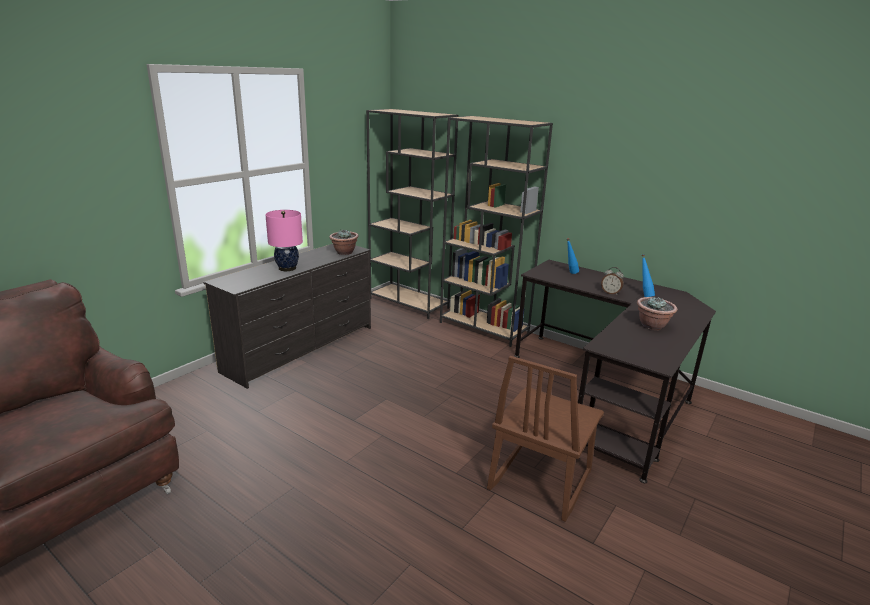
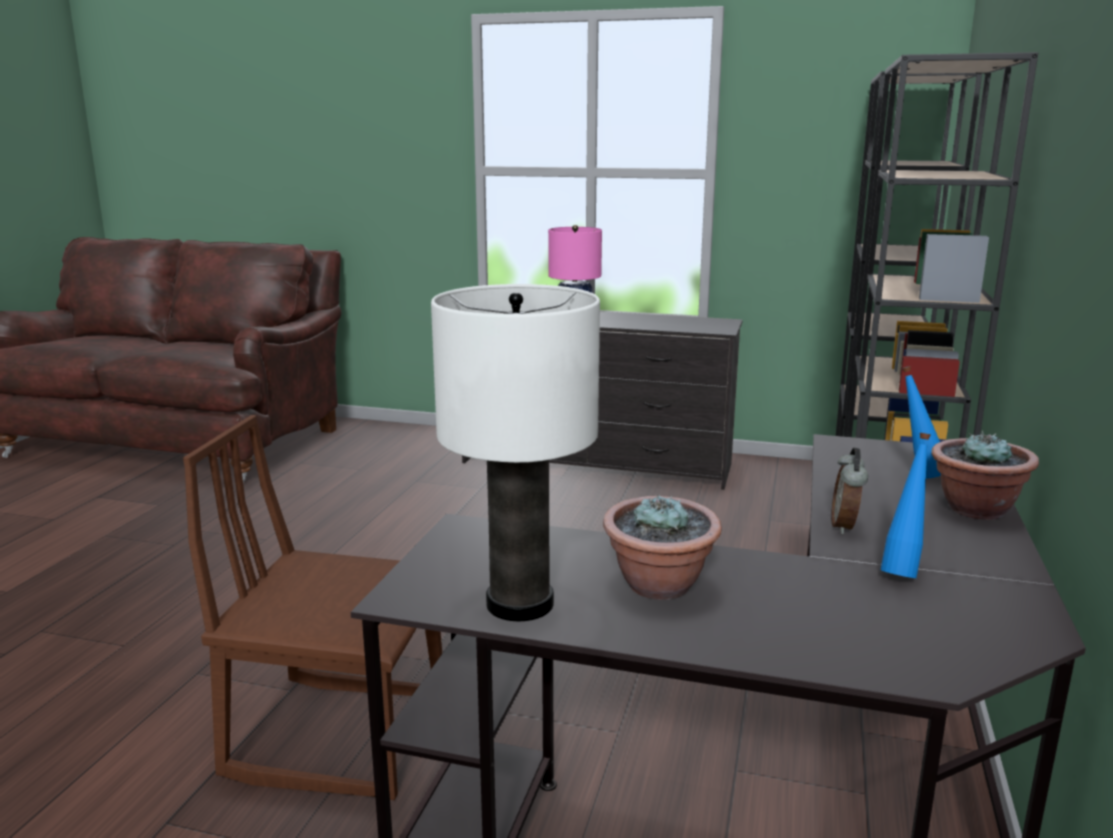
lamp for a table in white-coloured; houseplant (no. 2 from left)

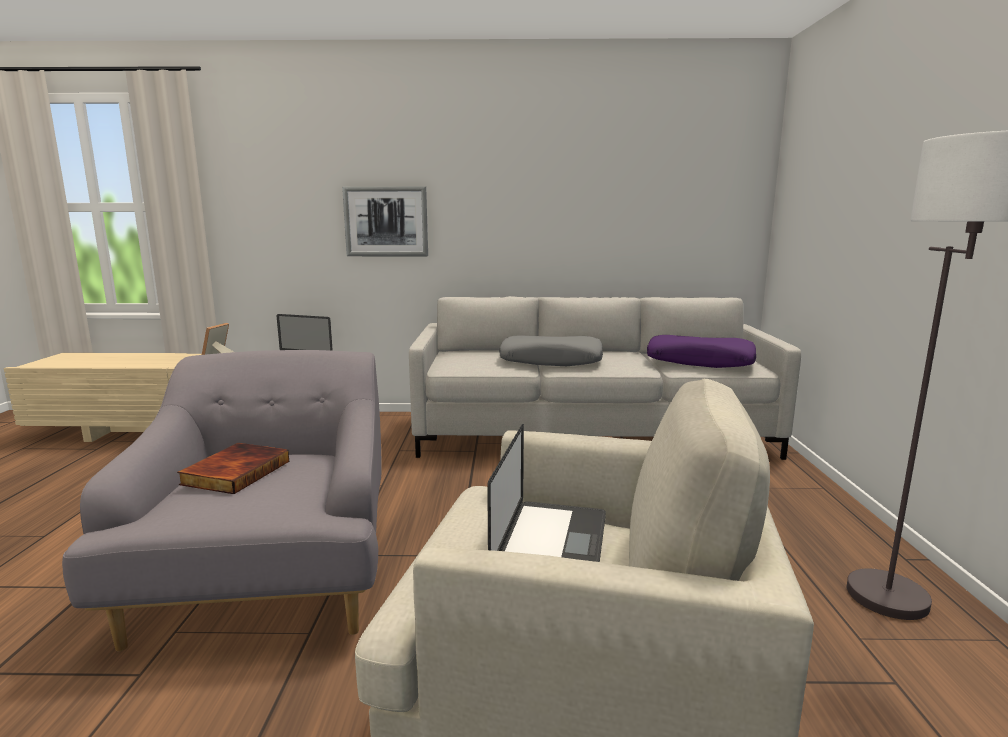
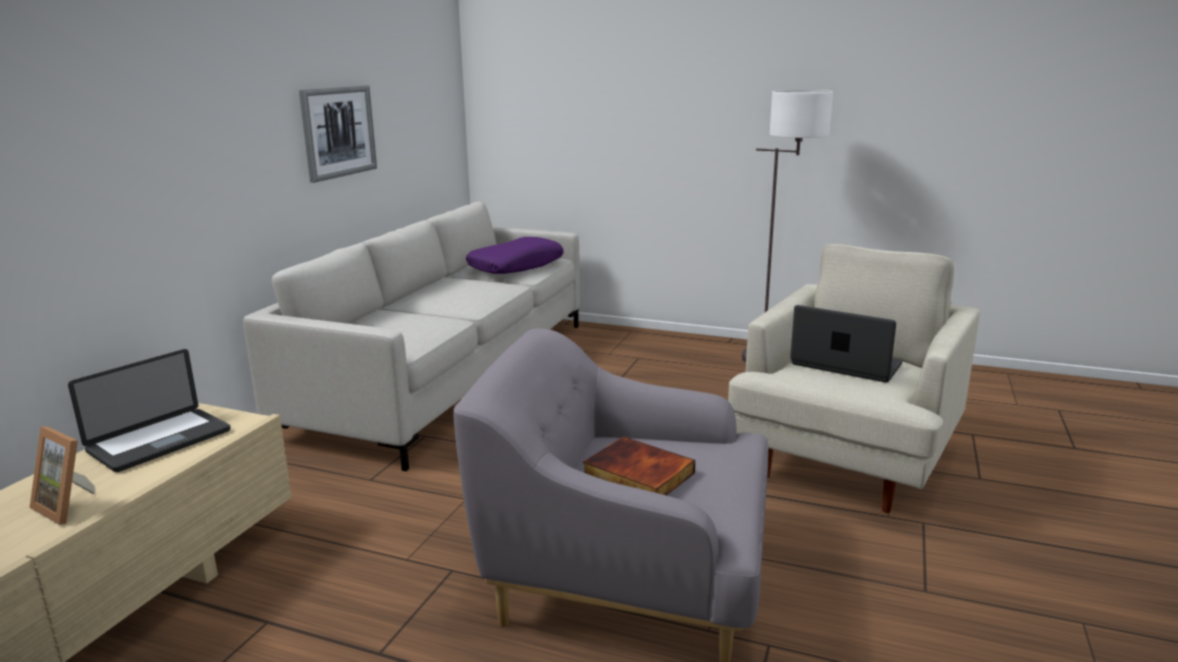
wall art; pillow in grey

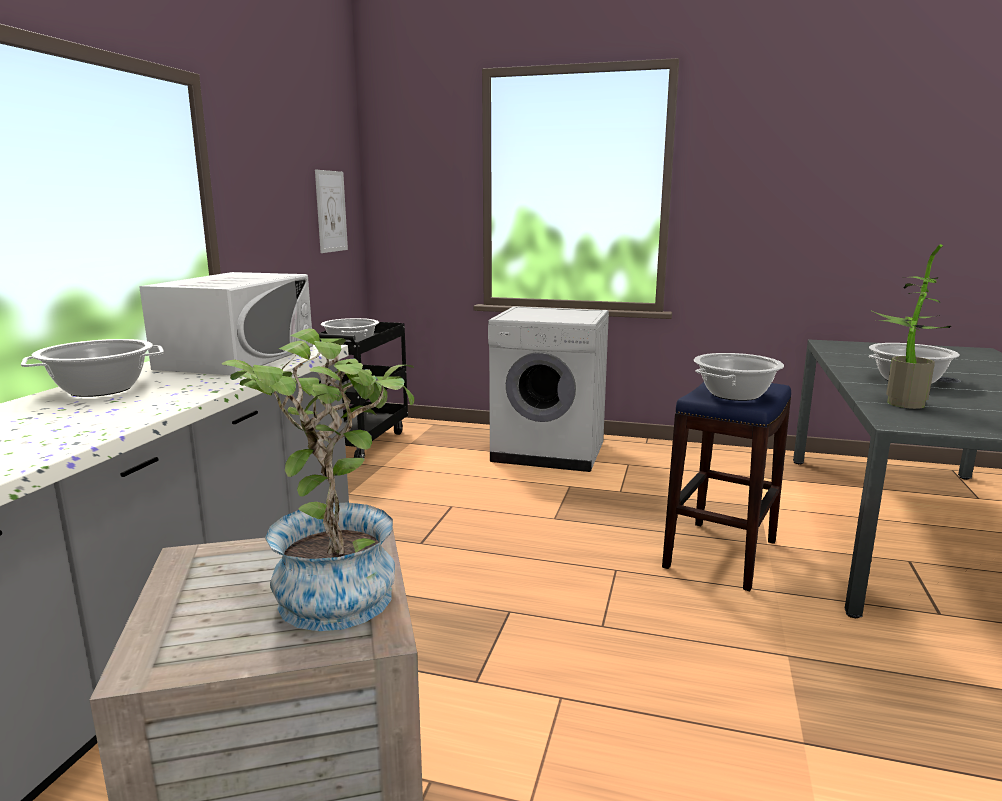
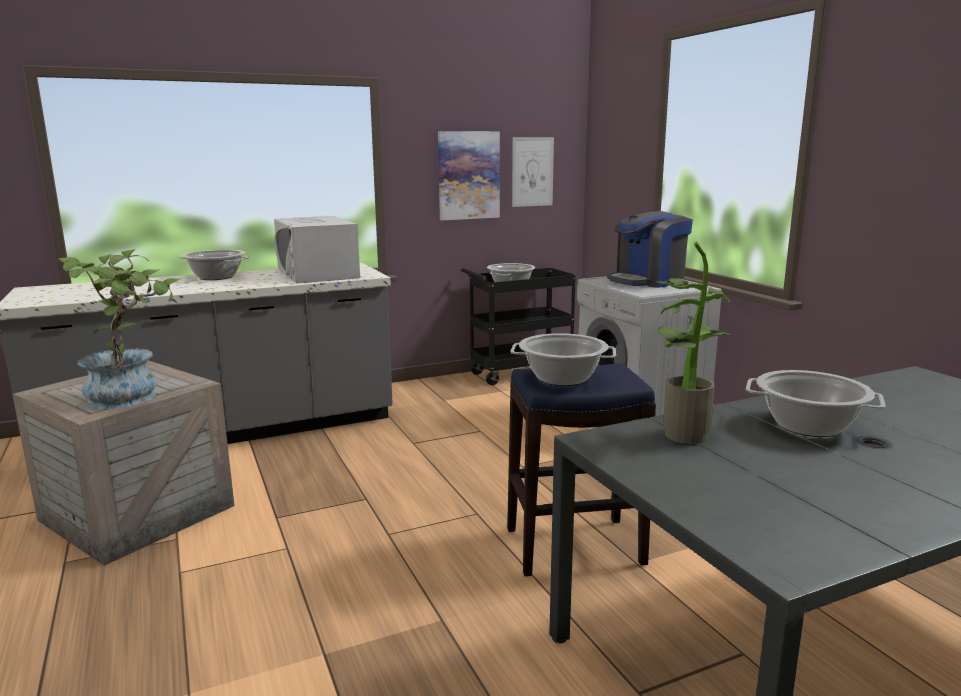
kitchen microwave in white-coloured; wall art (no. 1 from left); coffee brewer

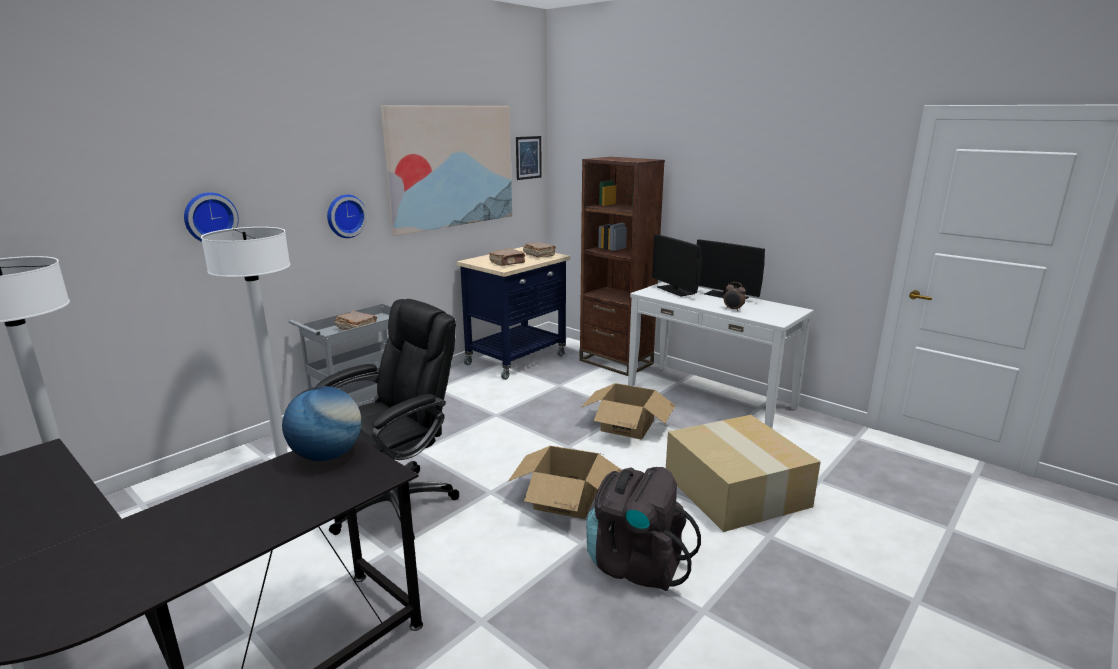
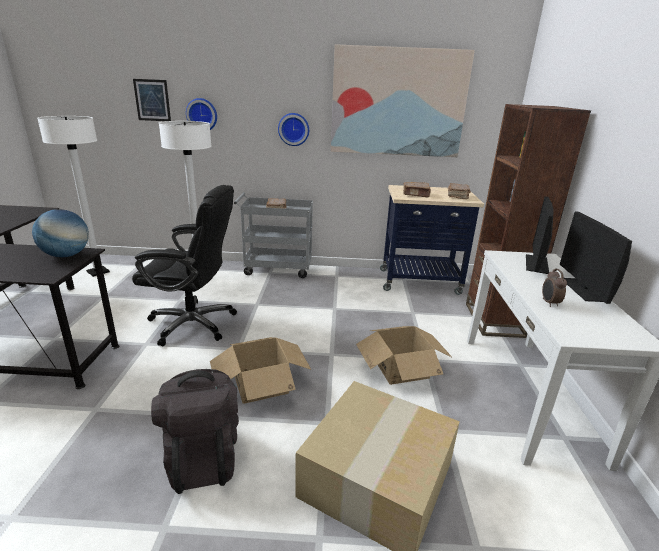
wall art (no. 1 from left)

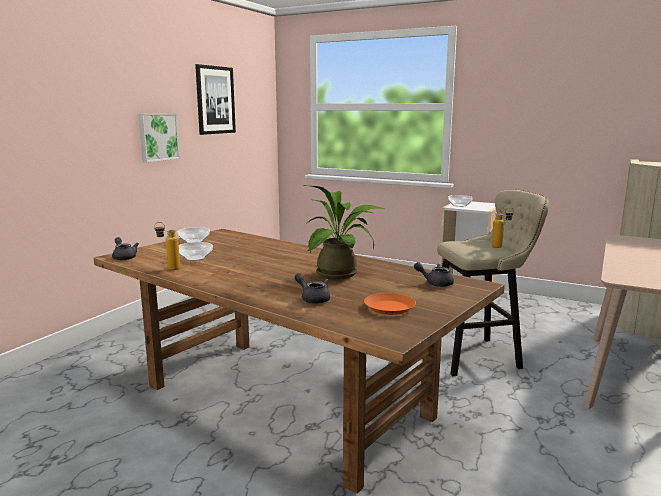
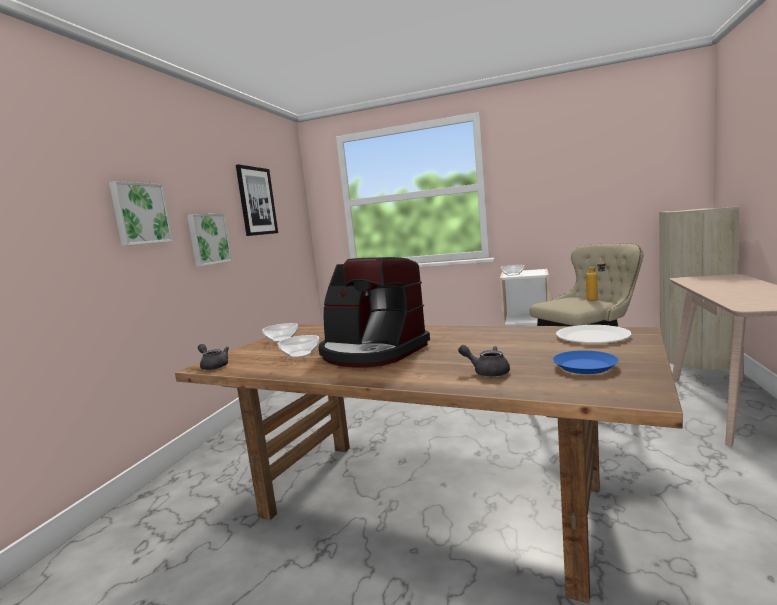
wall art (no. 1 from left); coffee brewer; dinner plate in blue-coloured; dinner plate in white-coloured; bottle (no. 1 from left in the first image); houseplant

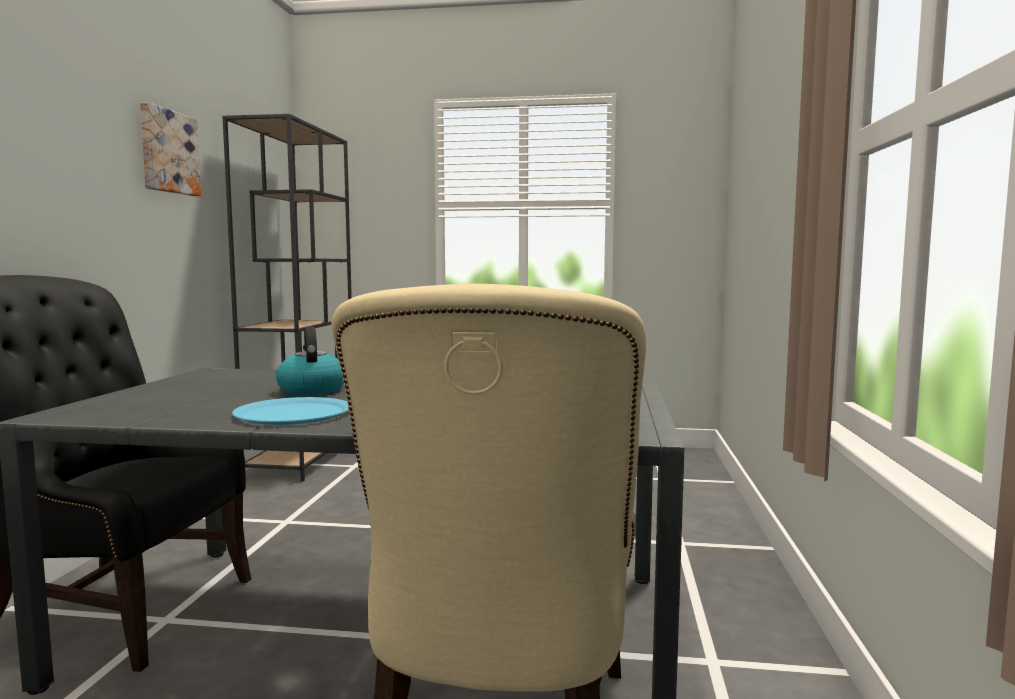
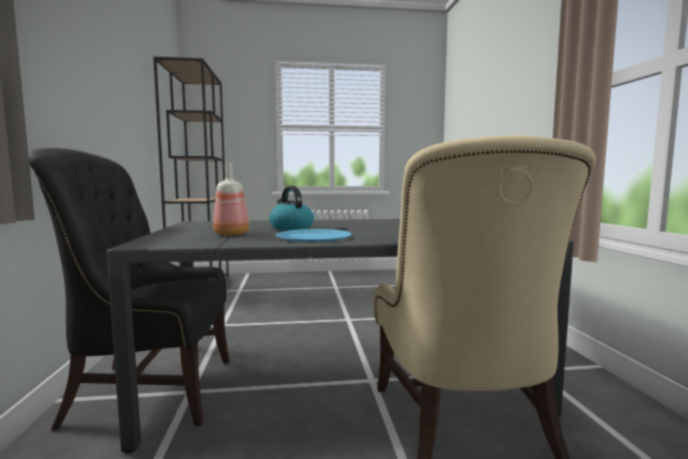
bottle; wall art

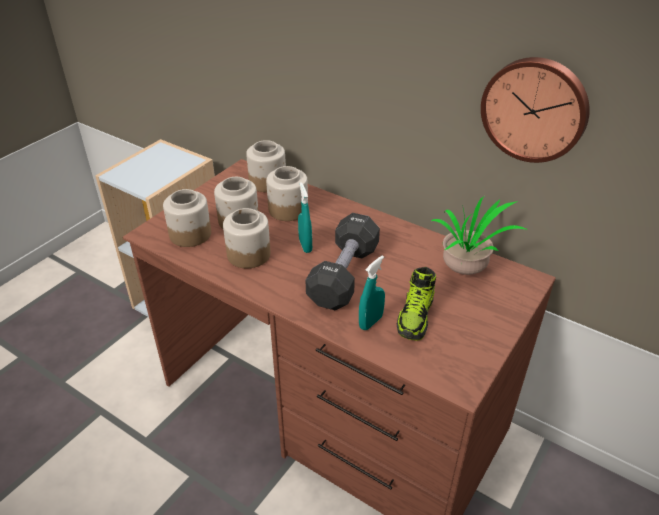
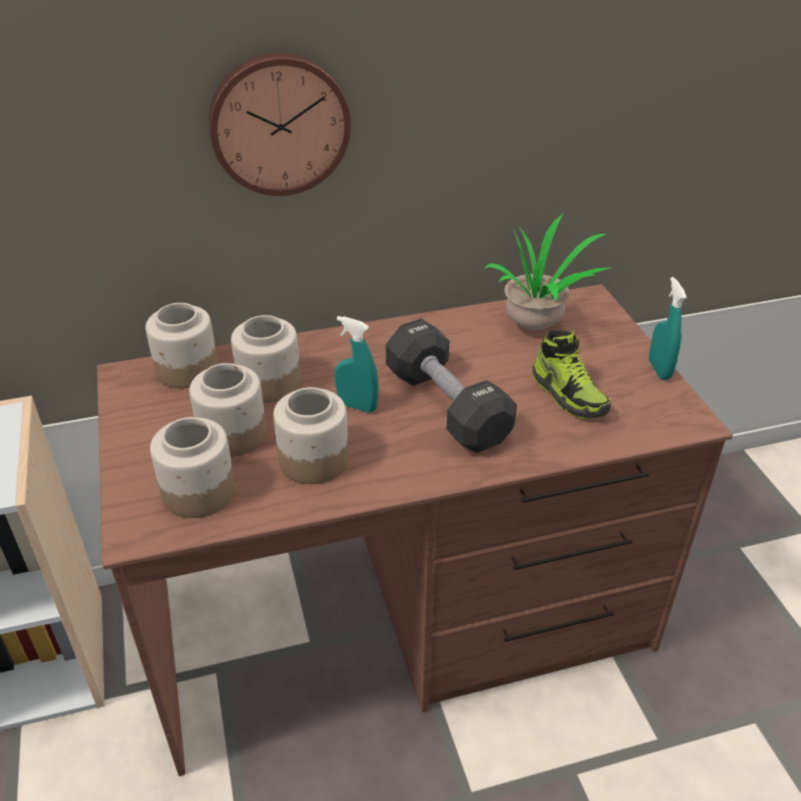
hanging clock; hand sprayer in blue-green (no. 2 from left)

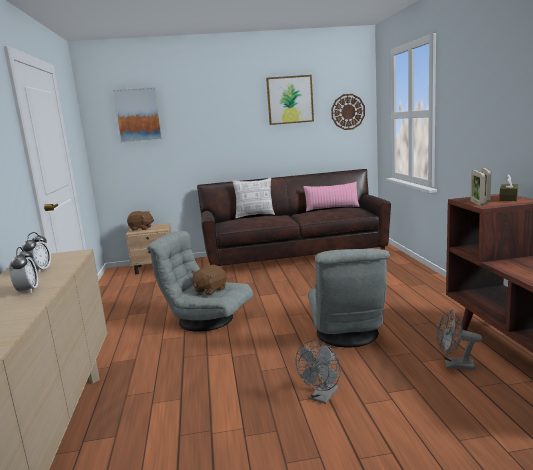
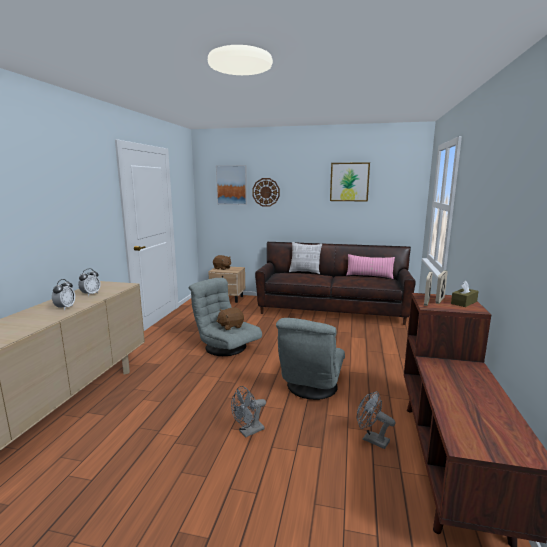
hanging clock

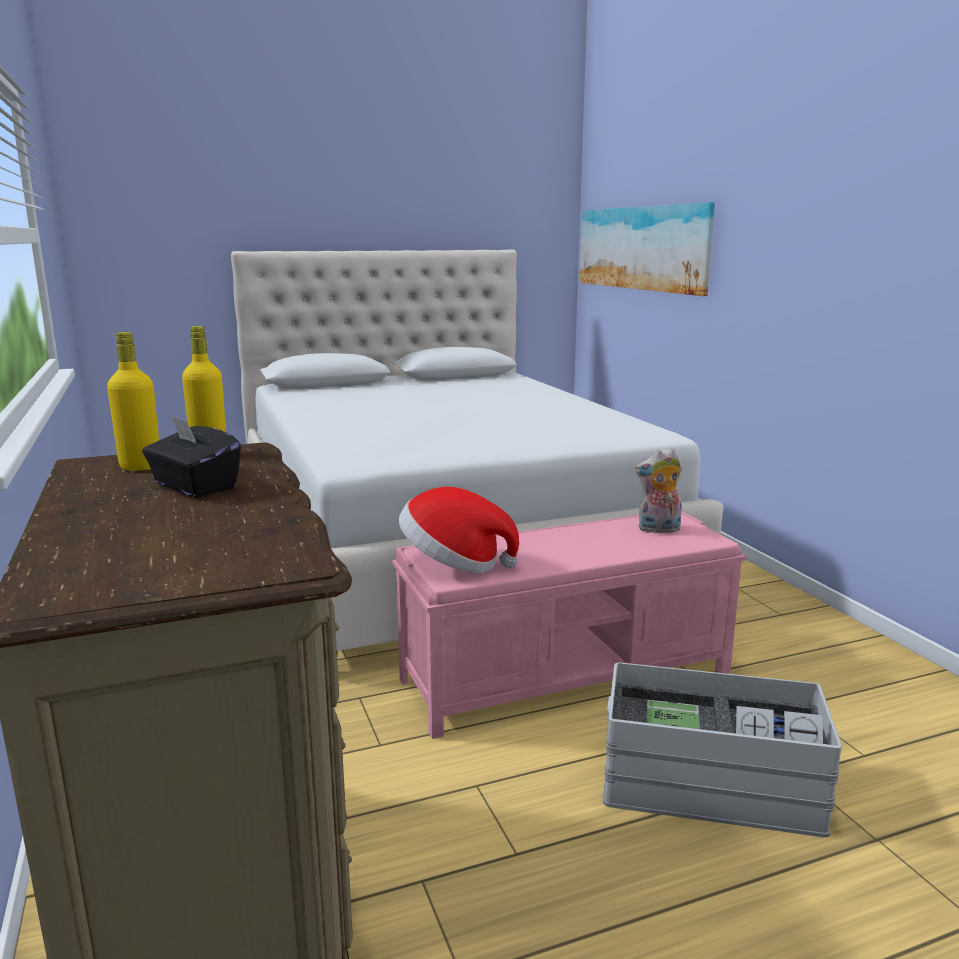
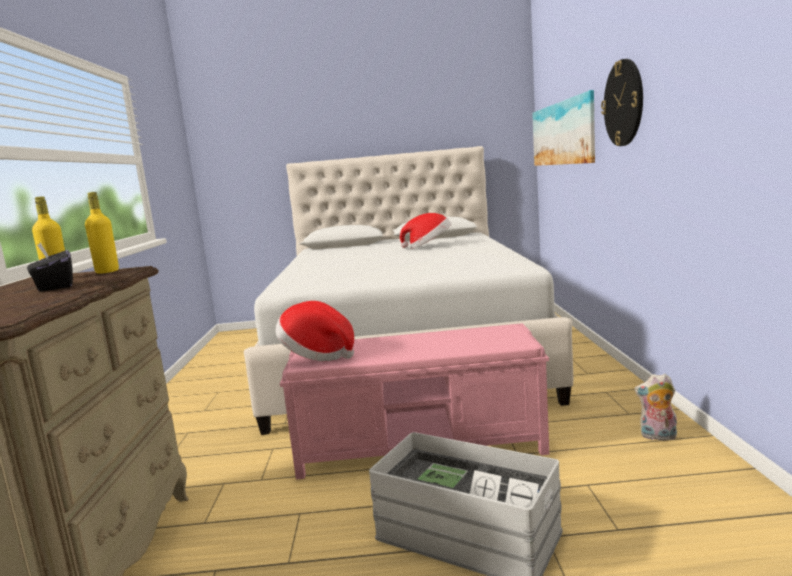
clothing hat (no. 2 from left); hanging clock; plush toy

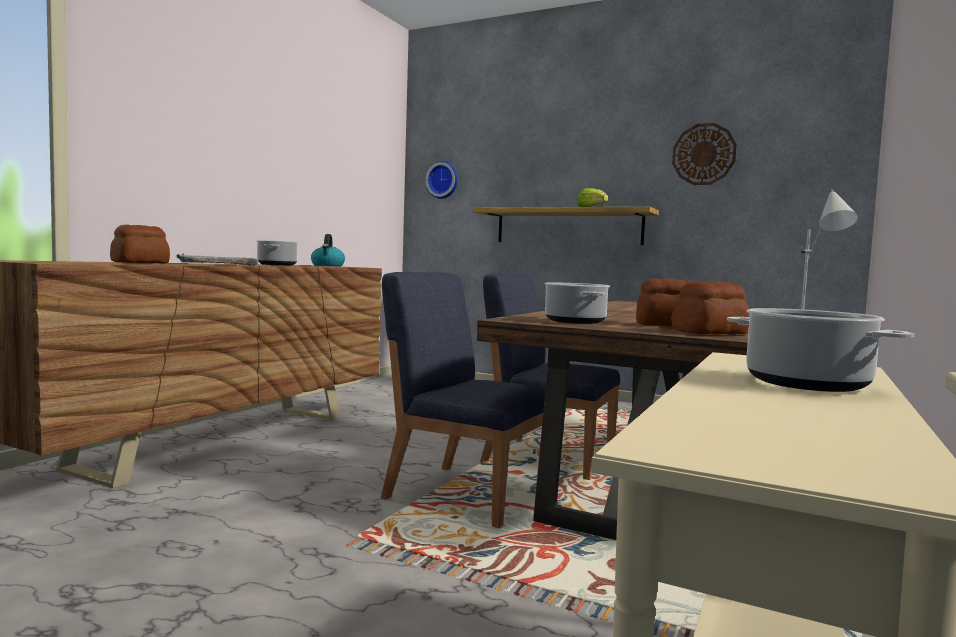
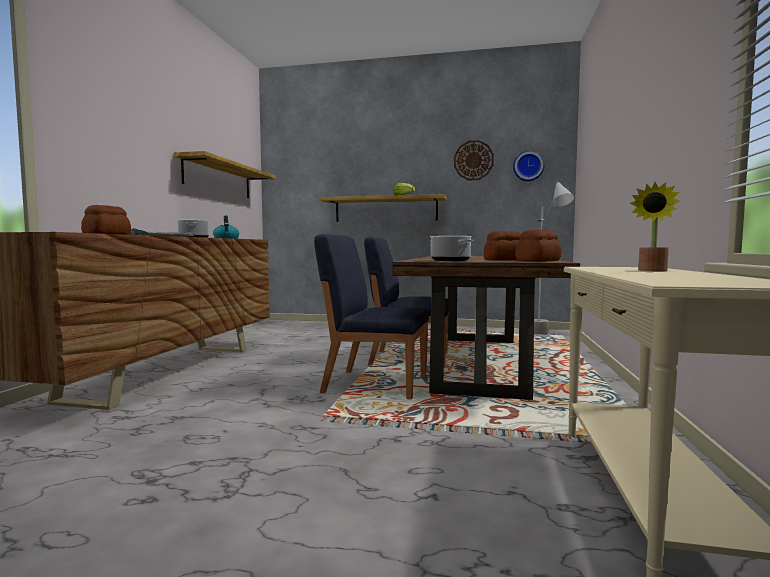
shelf (no. 1 from left); hanging clock (no. 2 from left); houseplant

